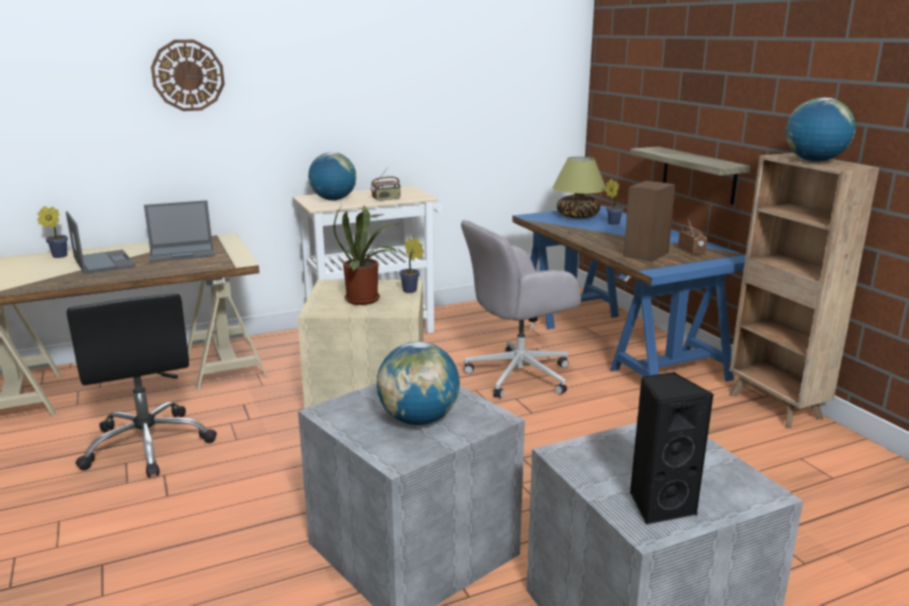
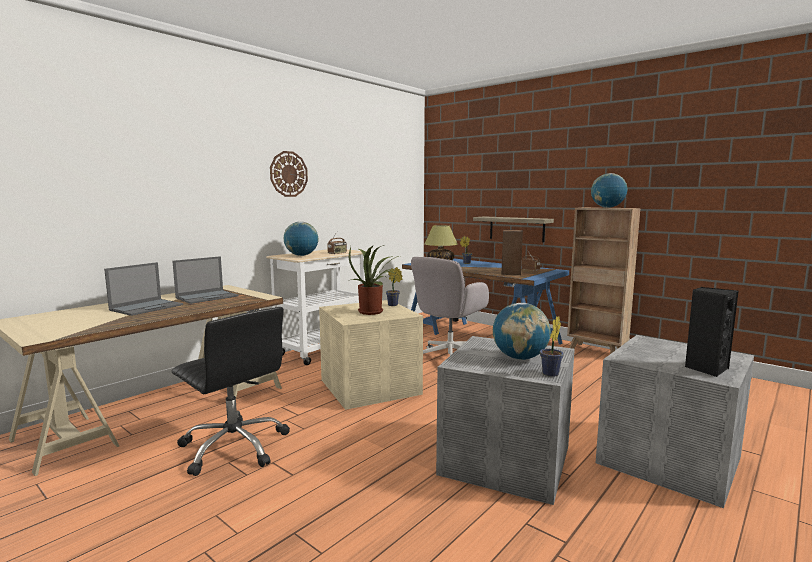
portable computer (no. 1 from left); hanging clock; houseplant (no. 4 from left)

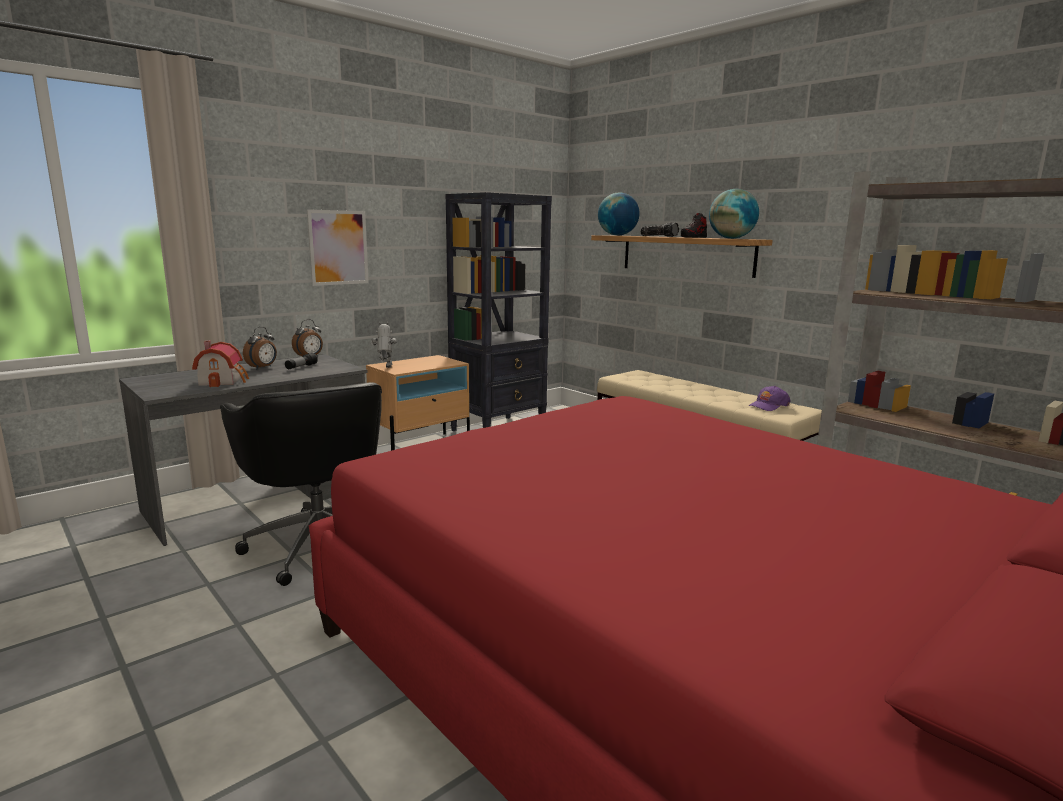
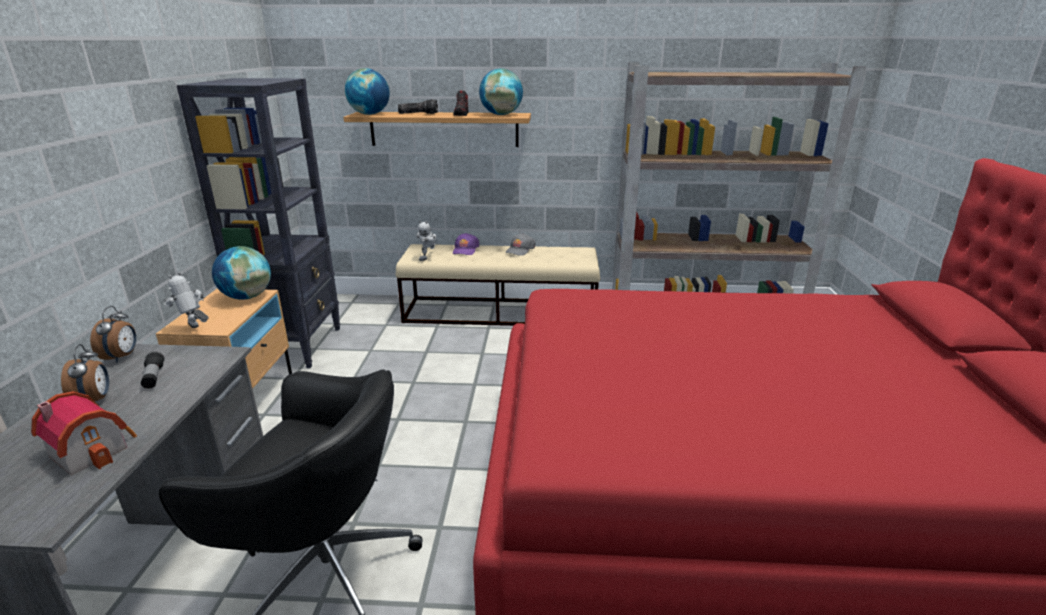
globe (no. 1 from left); toy robot (no. 2 from left); cap in purple; cap in grey; wall art

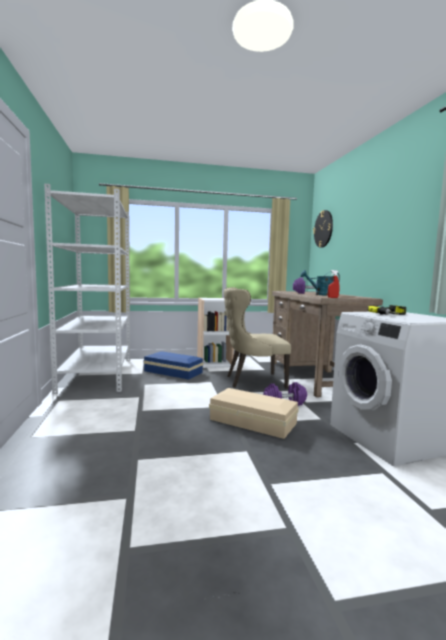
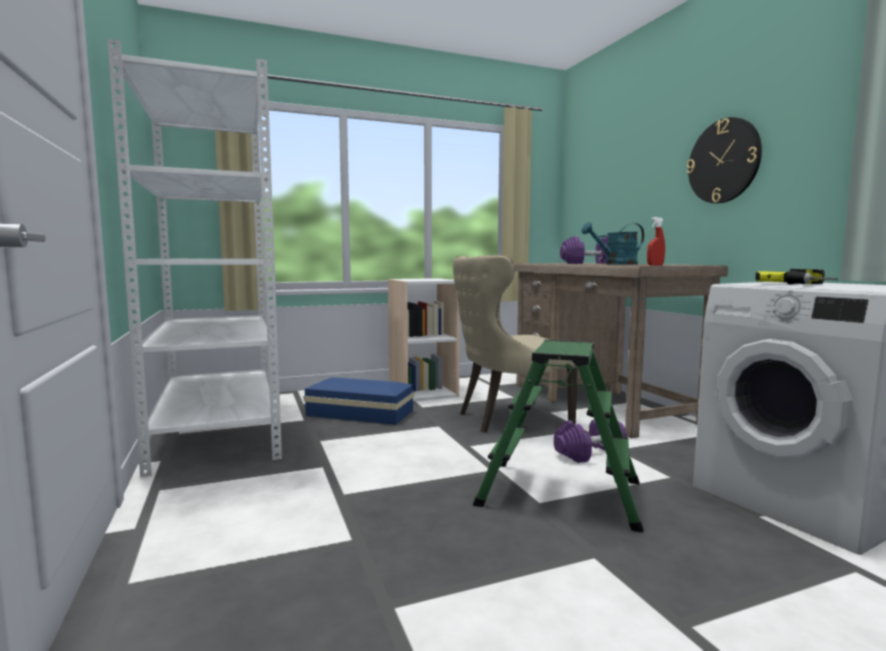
step stool in greenish; hanging clock

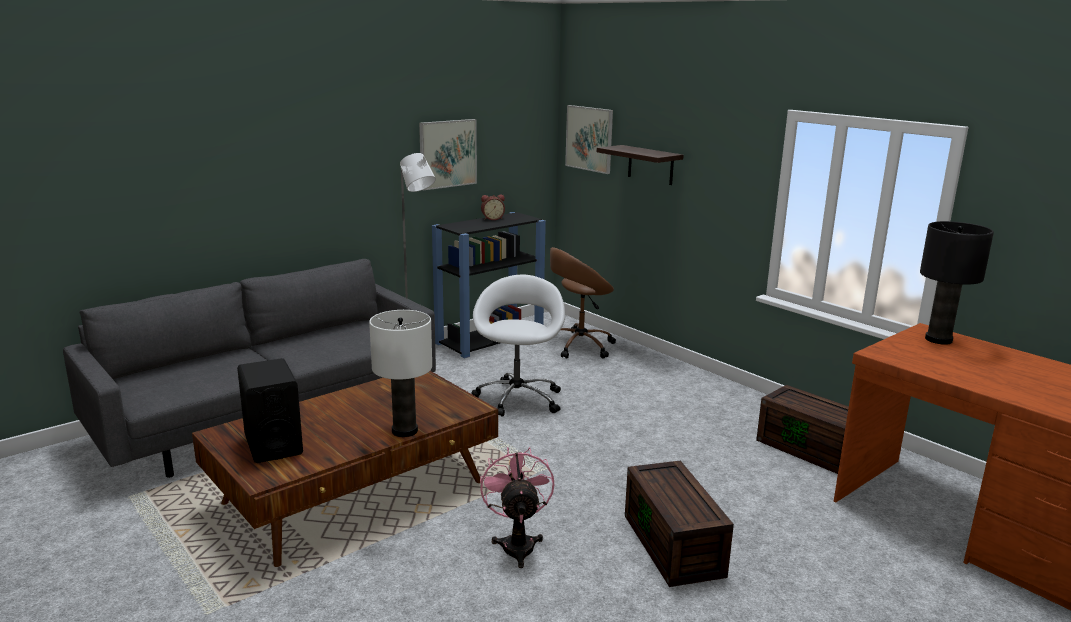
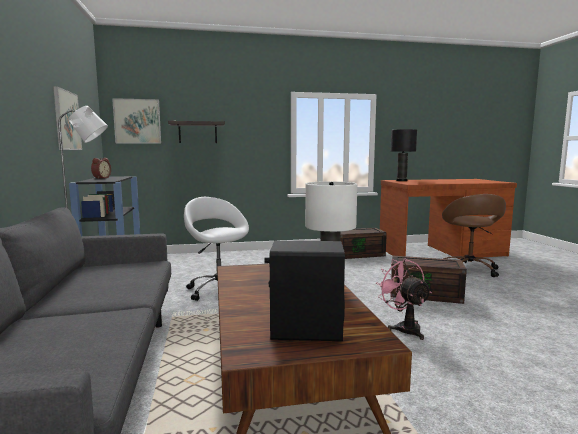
electric fan in pink; desk chair in brown

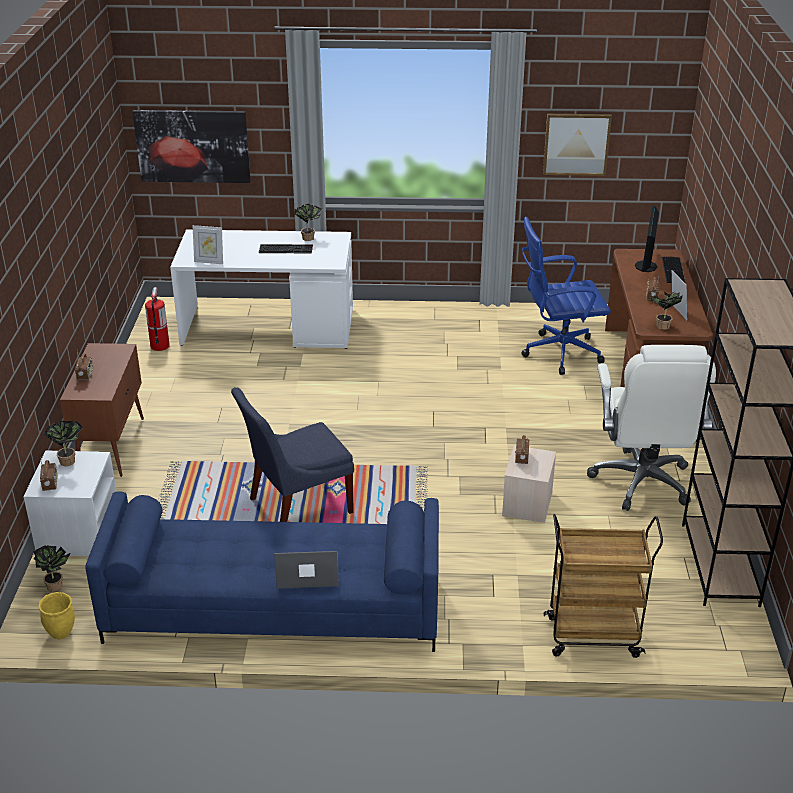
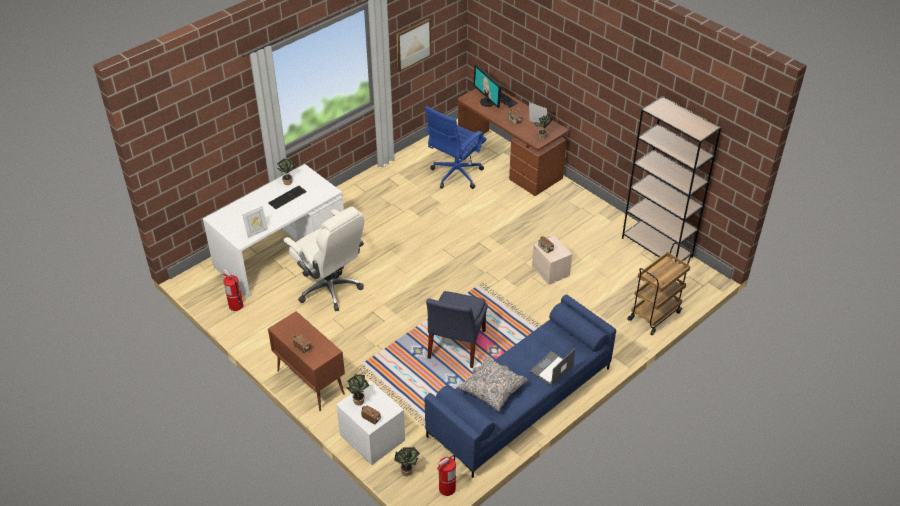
desk chair in white-coloured; fire-fighting cylinder (no. 2 from left); pillow in grey; wall art (no. 1 from left in the first image)

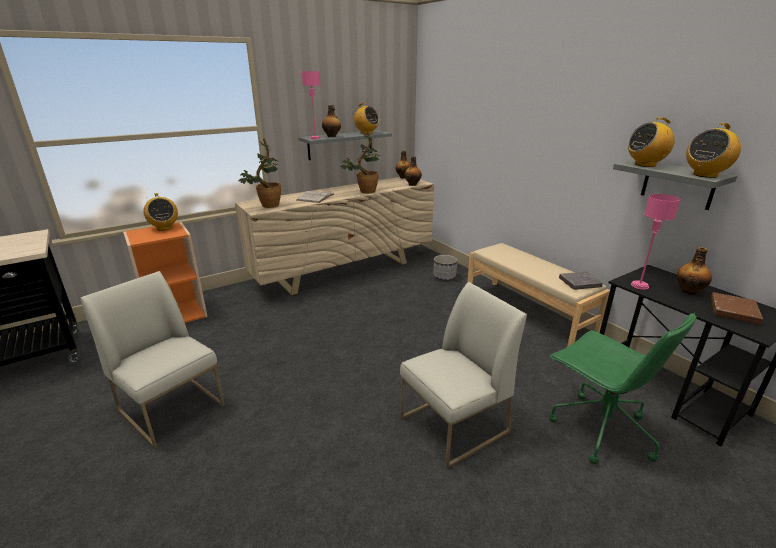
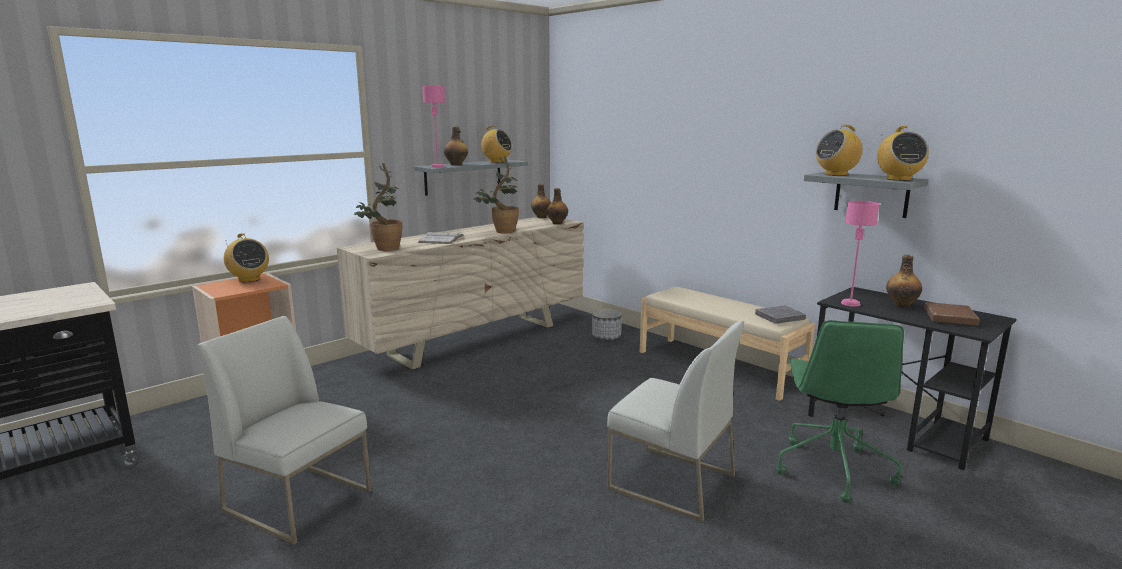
chair in white-coloured (no. 2 from left); desk chair in greenish; radio (no. 4 from left)

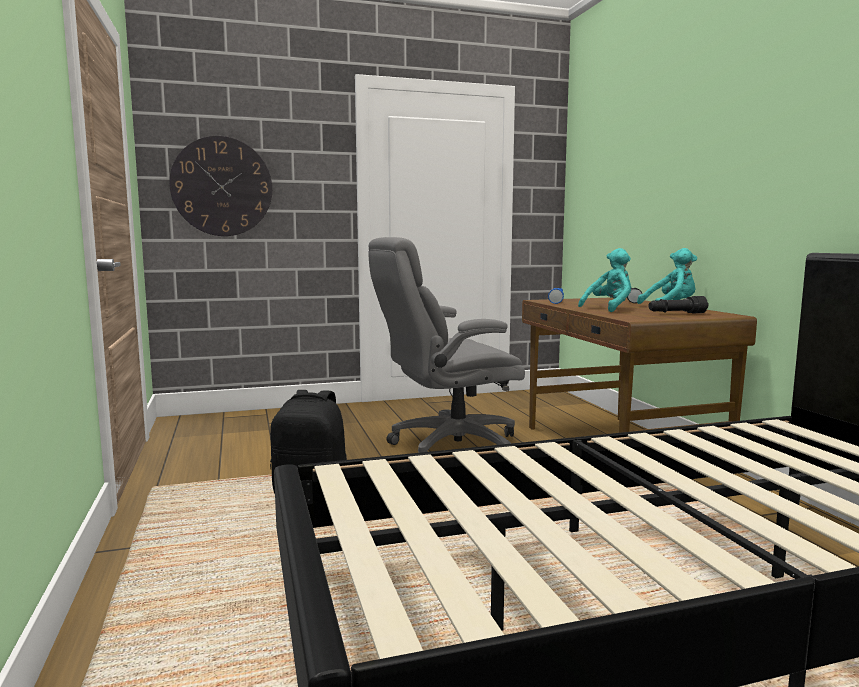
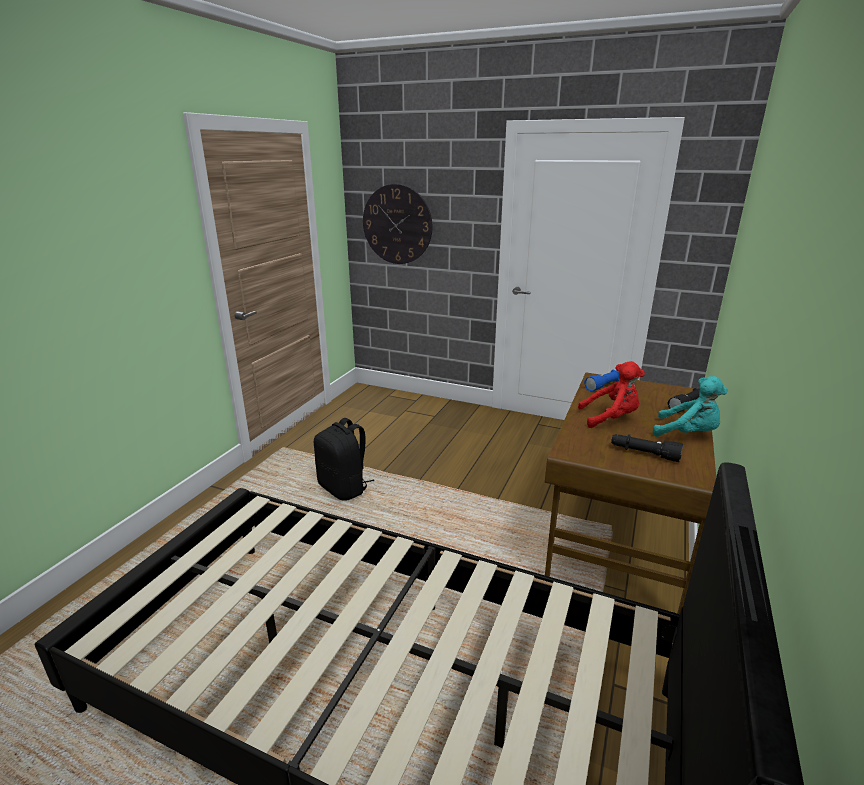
plush toy in red-coloured; desk chair in grey

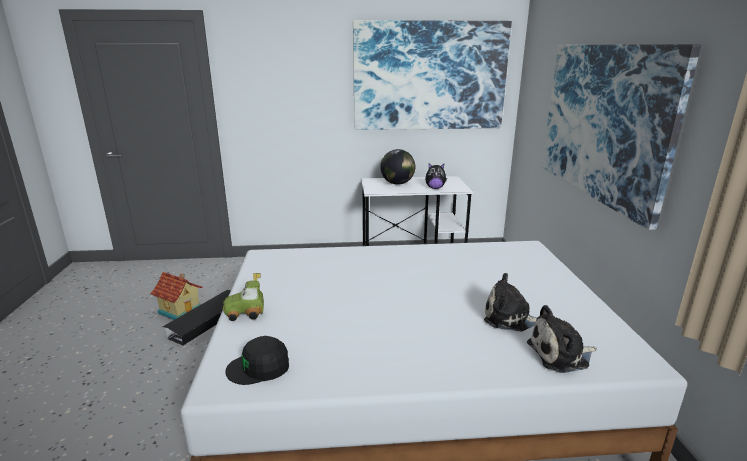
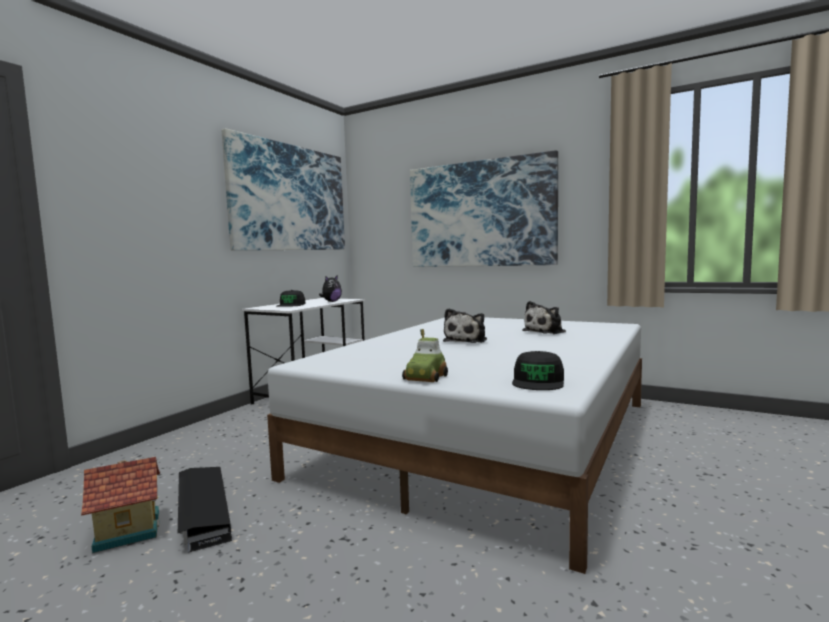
cap in blackish (no. 1 from left); plush toy (no. 2 from left)

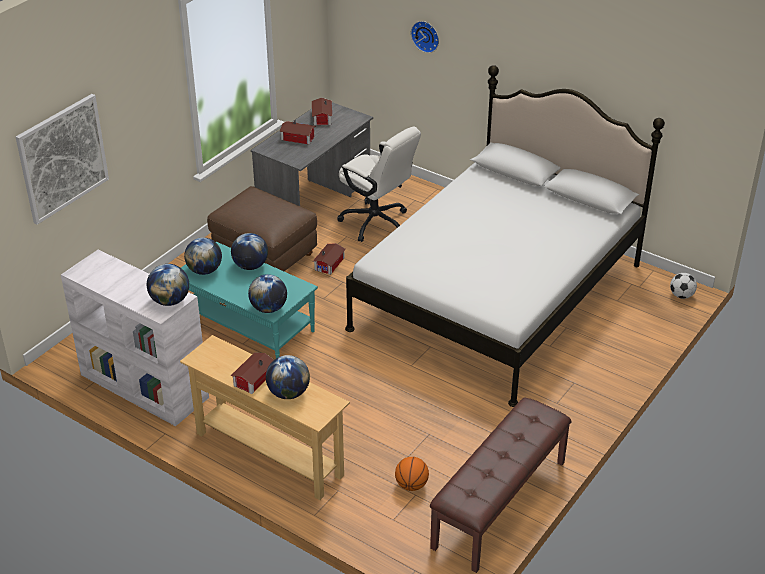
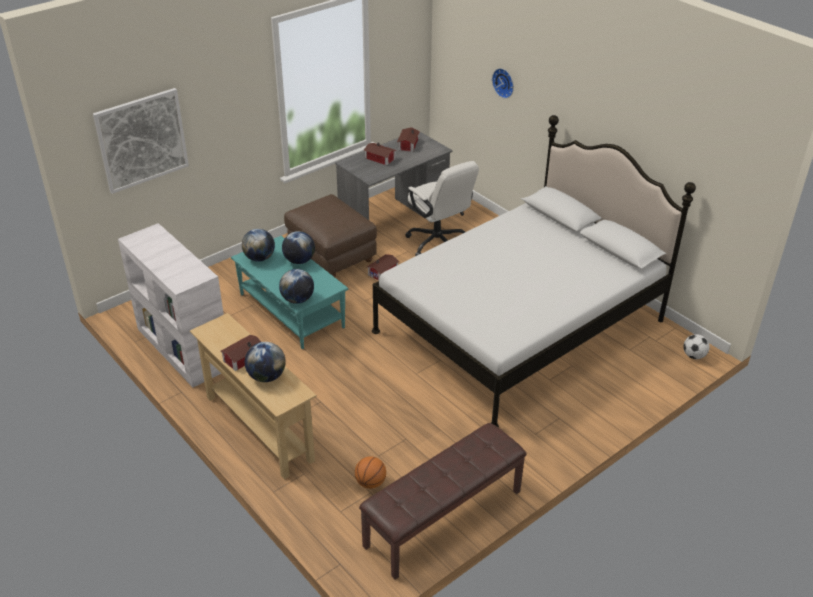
globe (no. 1 from left in the first image)

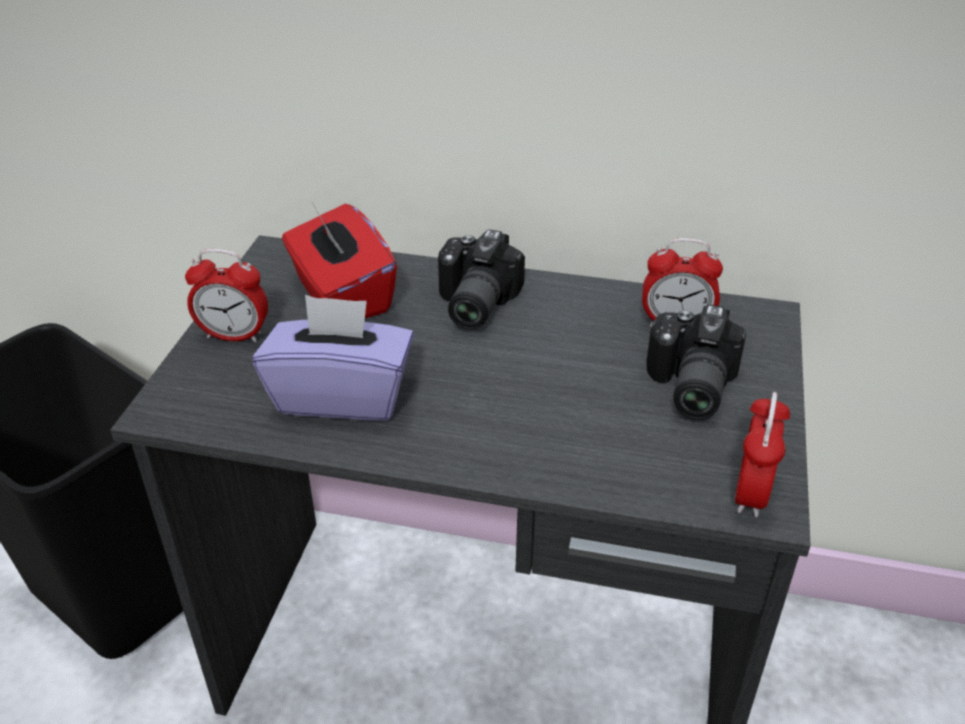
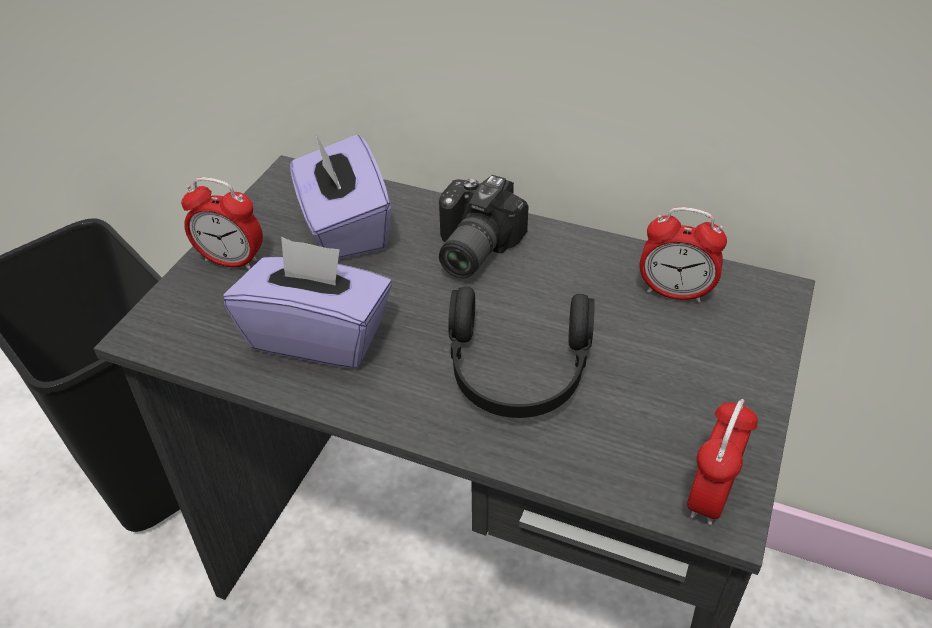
box of tissues in purple (no. 2 from left); headset in blackish; photo camera (no. 2 from left in the first image)

